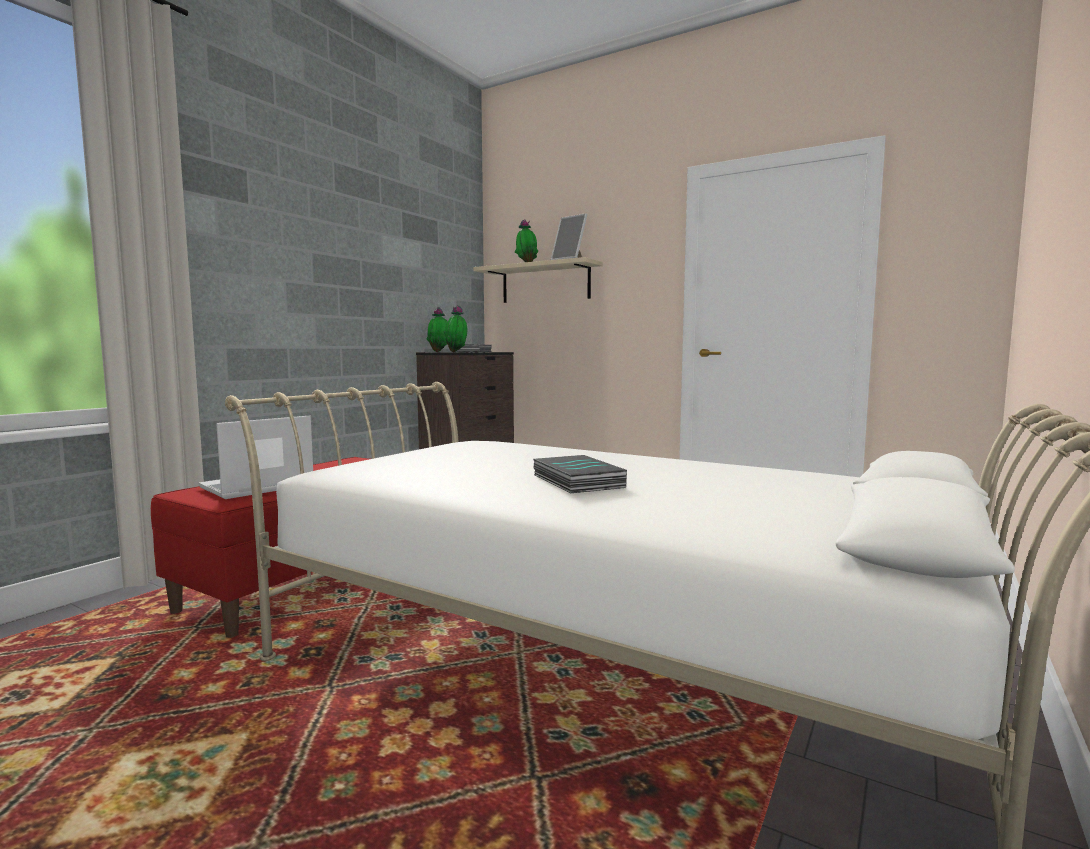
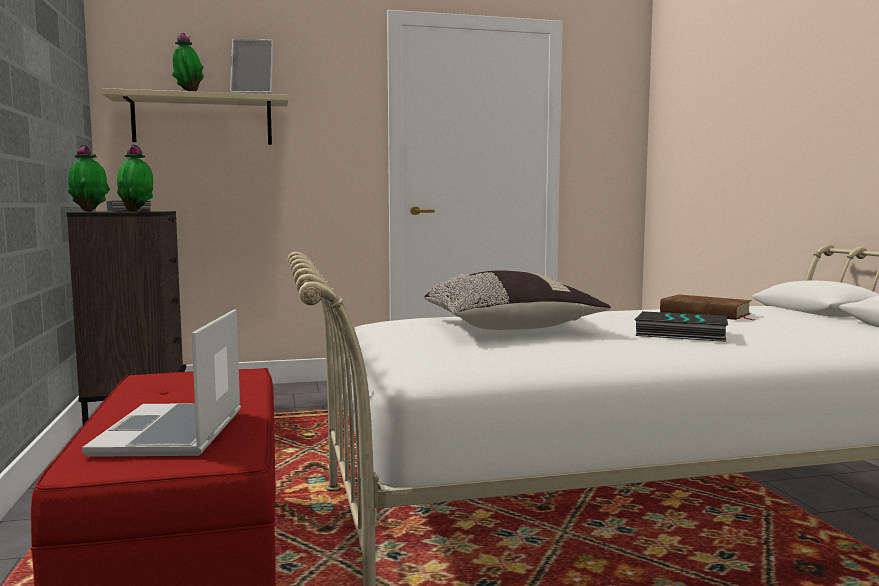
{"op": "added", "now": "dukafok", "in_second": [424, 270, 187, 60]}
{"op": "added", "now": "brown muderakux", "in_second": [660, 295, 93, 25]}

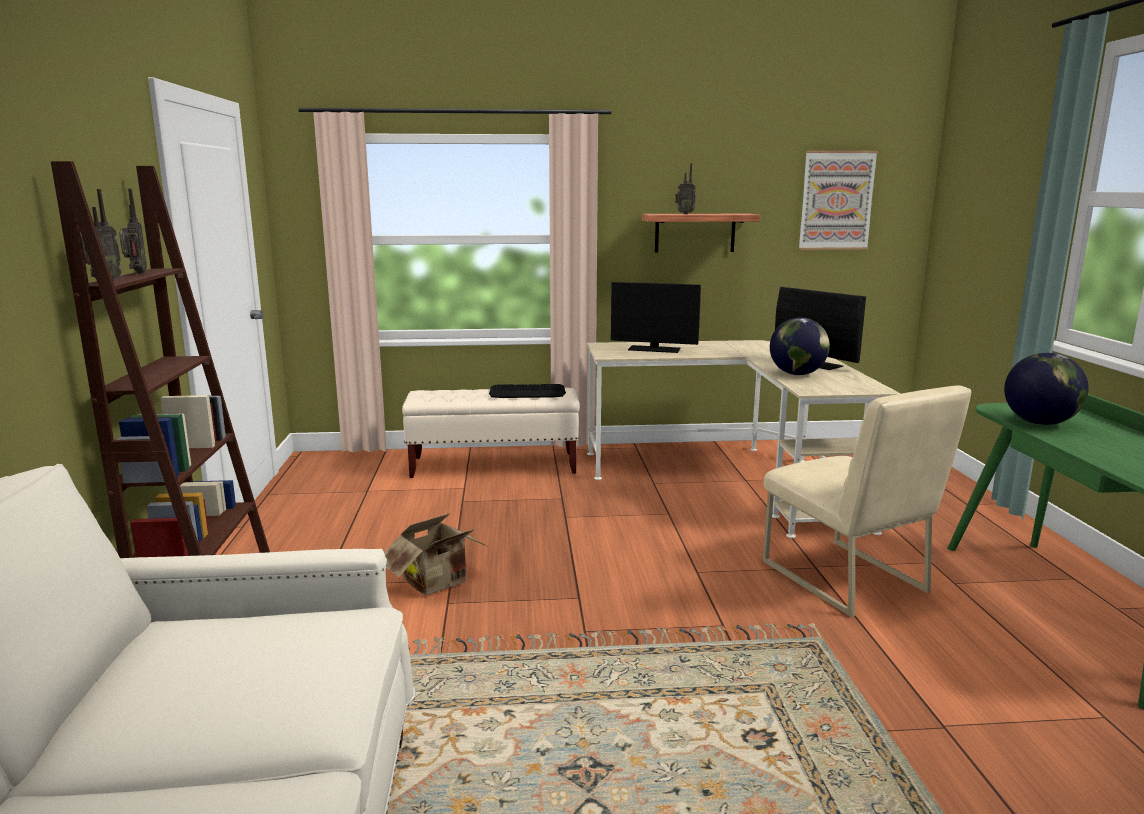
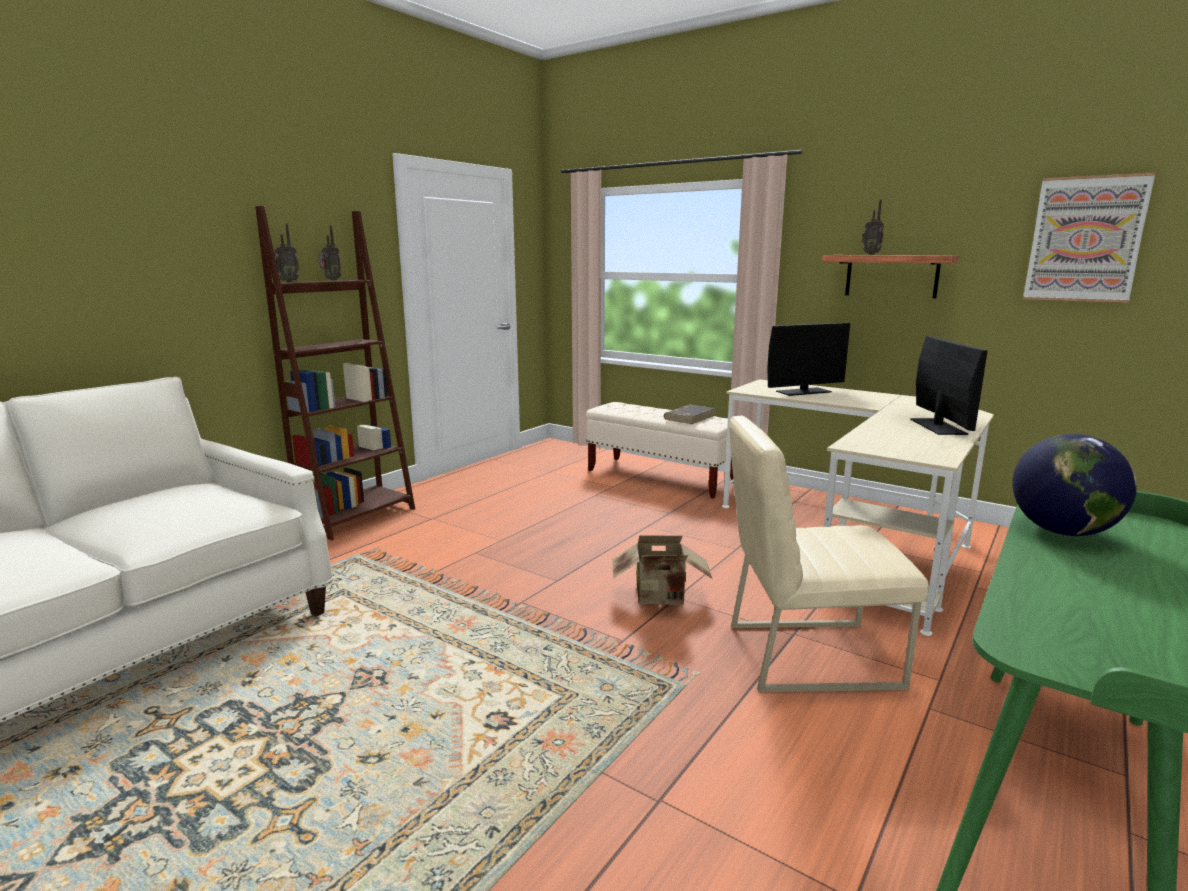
{"op": "moved", "was": "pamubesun", "in_first": [384, 514, 104, 82], "in_second": [612, 536, 100, 69]}
{"op": "replaced", "was": "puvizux", "now": "brown muderakux", "in_first": [489, 384, 77, 14], "in_second": [664, 405, 52, 19]}
{"op": "turned", "was": "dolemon", "in_first": [611, 282, 90, 71], "in_second": [767, 323, 83, 73], "clockwise": -75}
{"op": "turned", "was": "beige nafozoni", "in_first": [763, 385, 208, 232], "in_second": [729, 416, 200, 276], "clockwise": 75}
{"op": "removed", "was": "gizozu", "in_first": [770, 317, 60, 58]}

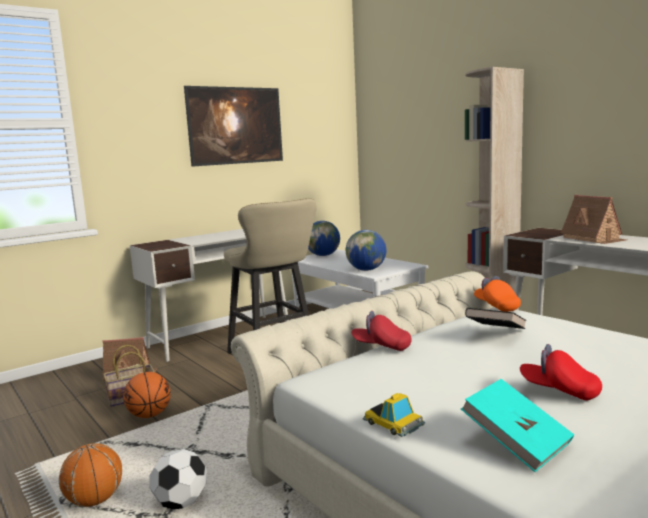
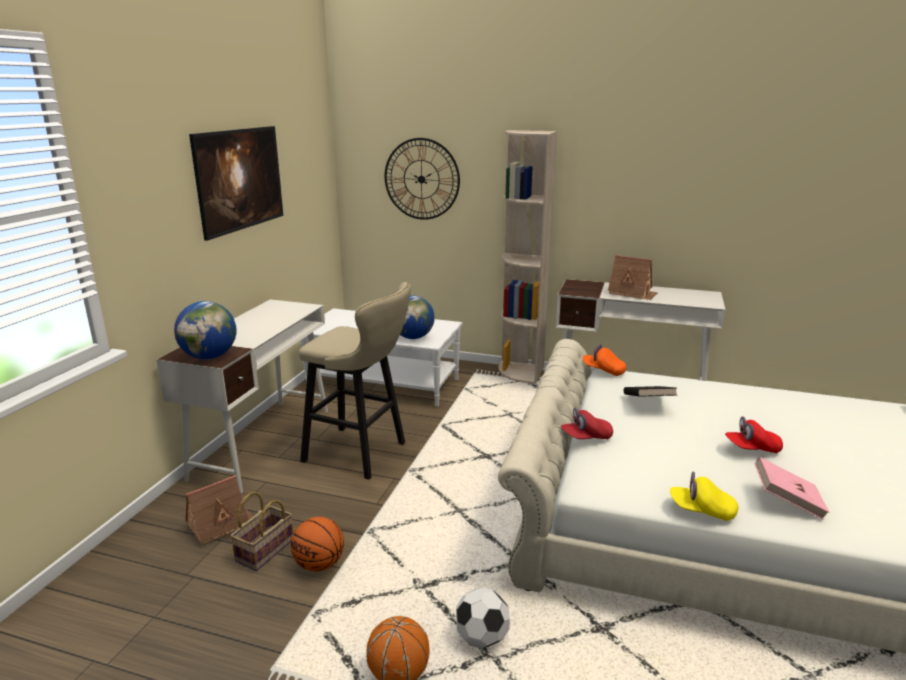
{"op": "moved", "was": "gizozu", "in_first": [308, 221, 32, 35], "in_second": [174, 301, 63, 58]}
{"op": "replaced", "was": "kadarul", "now": "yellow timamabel", "in_first": [363, 393, 62, 44], "in_second": [670, 471, 68, 50]}
{"op": "recoloured", "was": "turquoise muderakux", "now": "pink muderakux", "in_first": [461, 379, 113, 93], "in_second": [755, 457, 75, 62]}
{"op": "added", "now": "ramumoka", "in_second": [385, 138, 75, 82]}

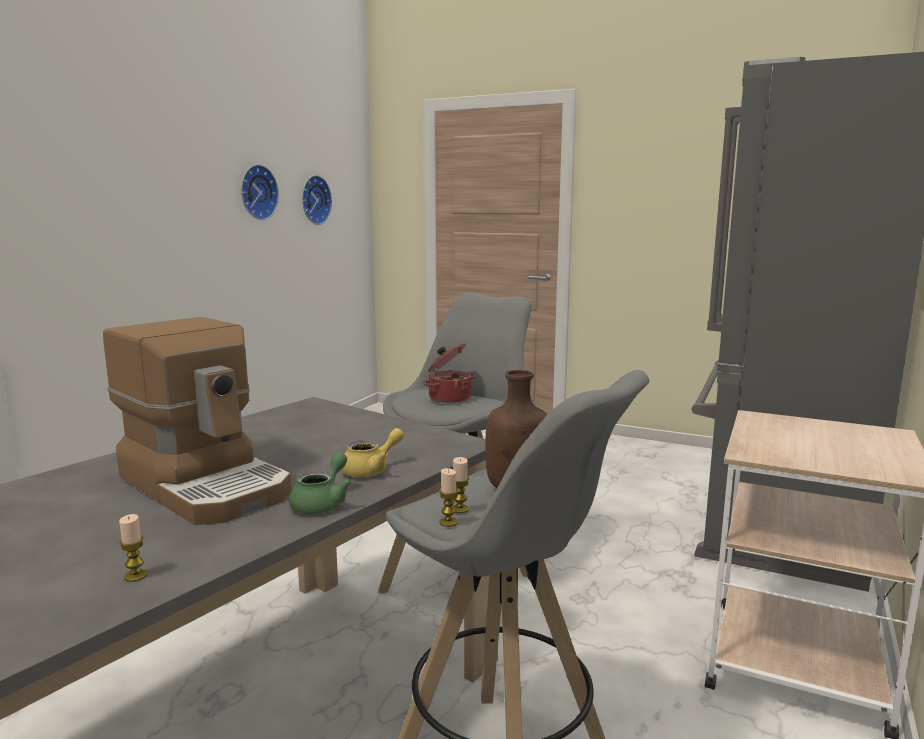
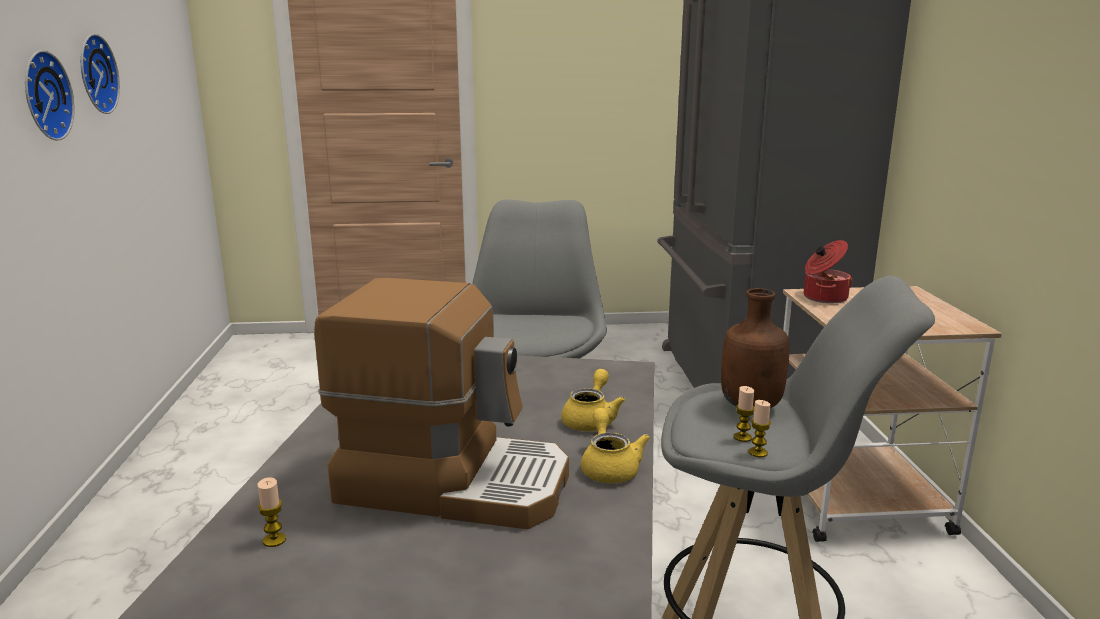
{"op": "moved", "was": "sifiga", "in_first": [119, 514, 29, 68], "in_second": [257, 477, 29, 70]}
{"op": "recoloured", "was": "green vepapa", "now": "yellow vepapa", "in_first": [289, 452, 63, 62], "in_second": [581, 408, 69, 75]}
{"op": "moved", "was": "ramumoka", "in_first": [302, 175, 30, 50], "in_second": [25, 50, 50, 90]}
{"op": "moved", "was": "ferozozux", "in_first": [423, 343, 52, 60], "in_second": [804, 240, 49, 63]}

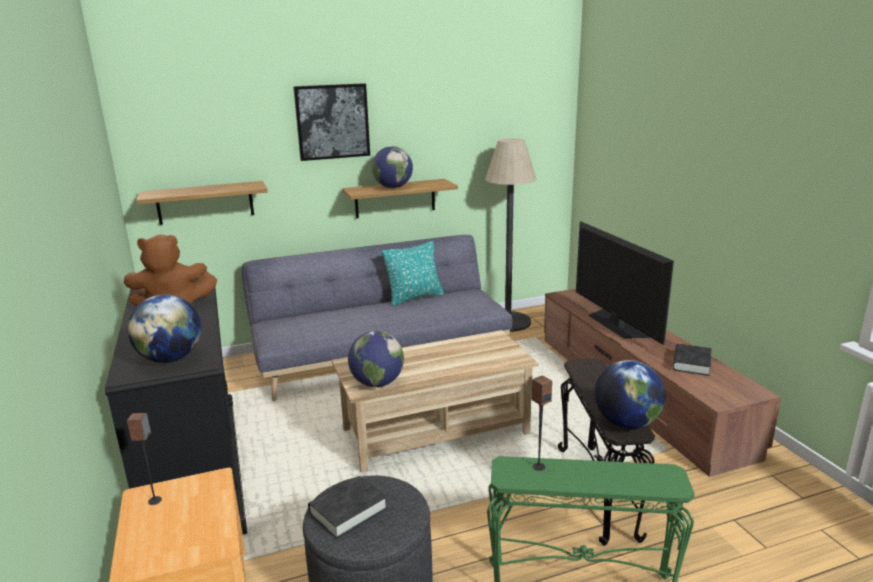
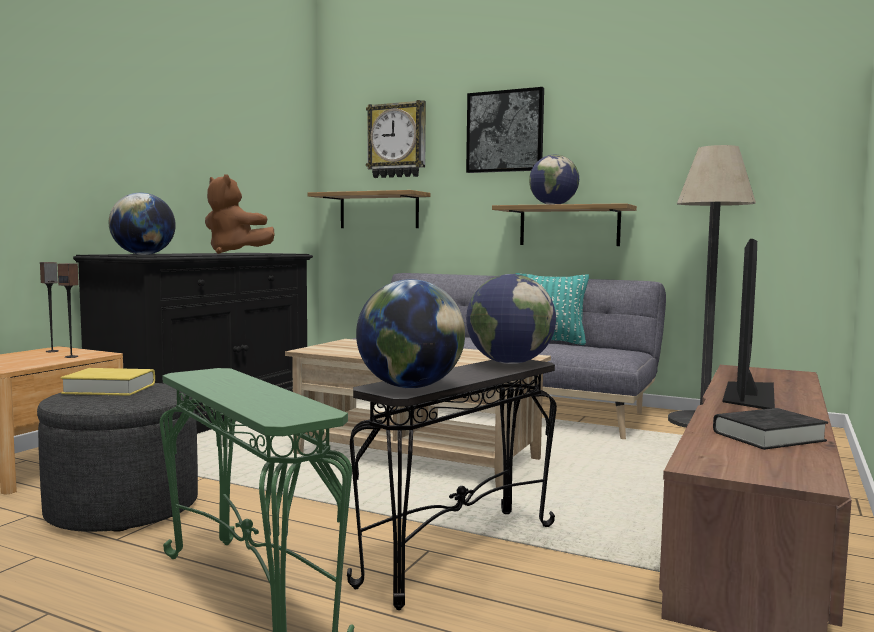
{"op": "recoloured", "was": "black muderakux", "now": "yellow muderakux", "in_first": [308, 476, 80, 63], "in_second": [60, 368, 95, 28]}
{"op": "moved", "was": "gizozu", "in_first": [348, 331, 56, 56], "in_second": [466, 274, 90, 90]}
{"op": "moved", "was": "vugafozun", "in_first": [531, 375, 21, 96], "in_second": [58, 263, 21, 95]}
{"op": "added", "now": "ramumoka", "in_second": [366, 100, 60, 78]}

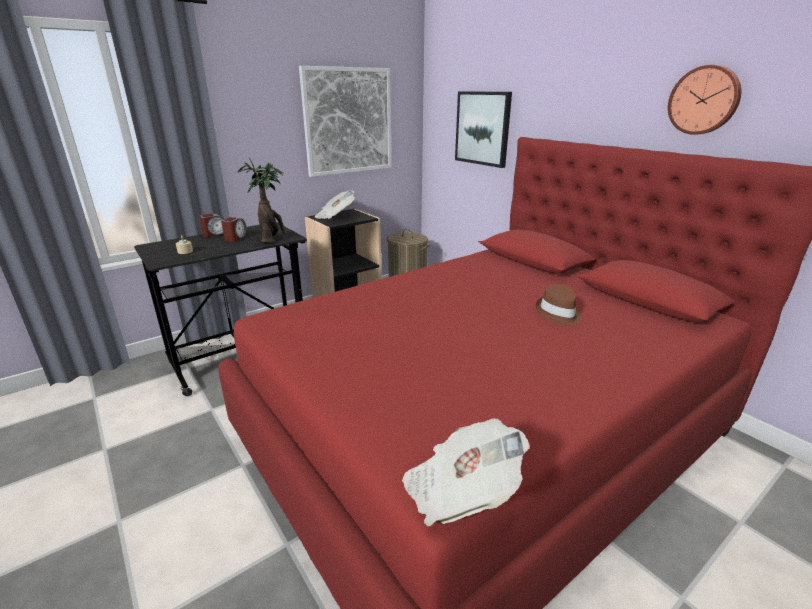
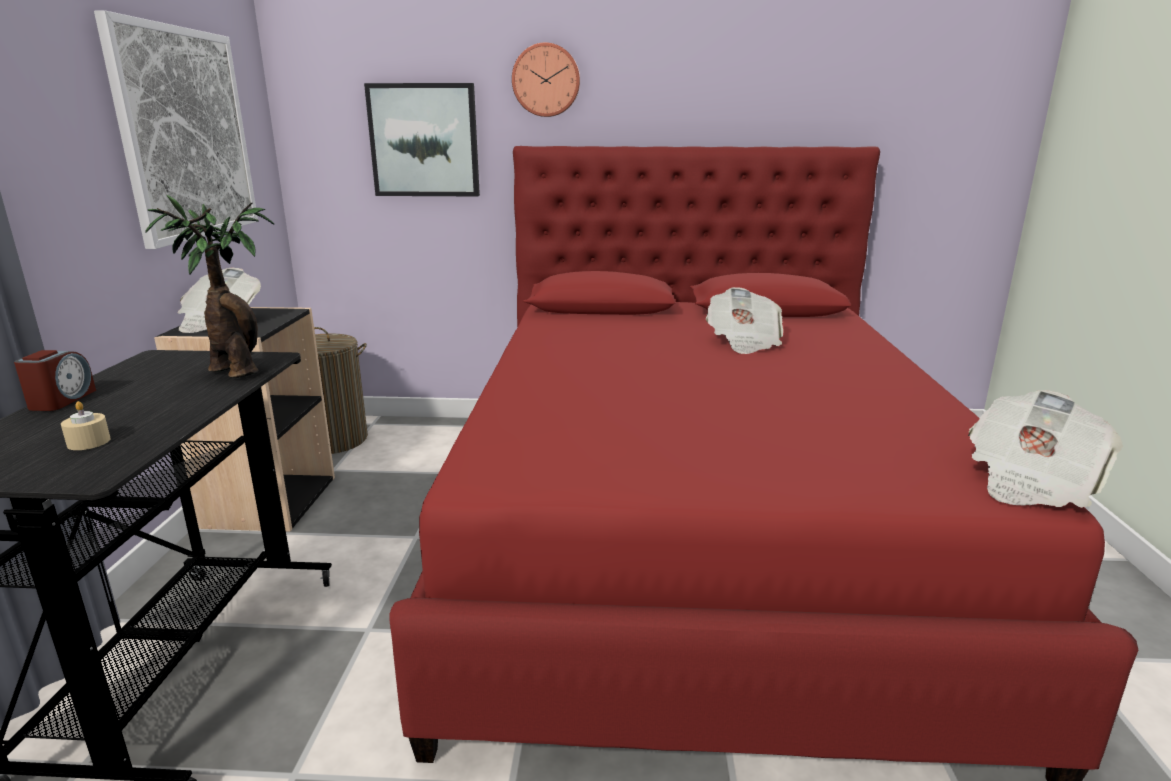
{"op": "removed", "was": "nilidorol", "in_first": [221, 217, 27, 25]}
{"op": "replaced", "was": "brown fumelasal", "now": "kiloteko", "in_first": [536, 284, 46, 41], "in_second": [706, 287, 77, 67]}
{"op": "moved", "was": "ramumoka", "in_first": [668, 65, 73, 70], "in_second": [512, 42, 68, 75]}

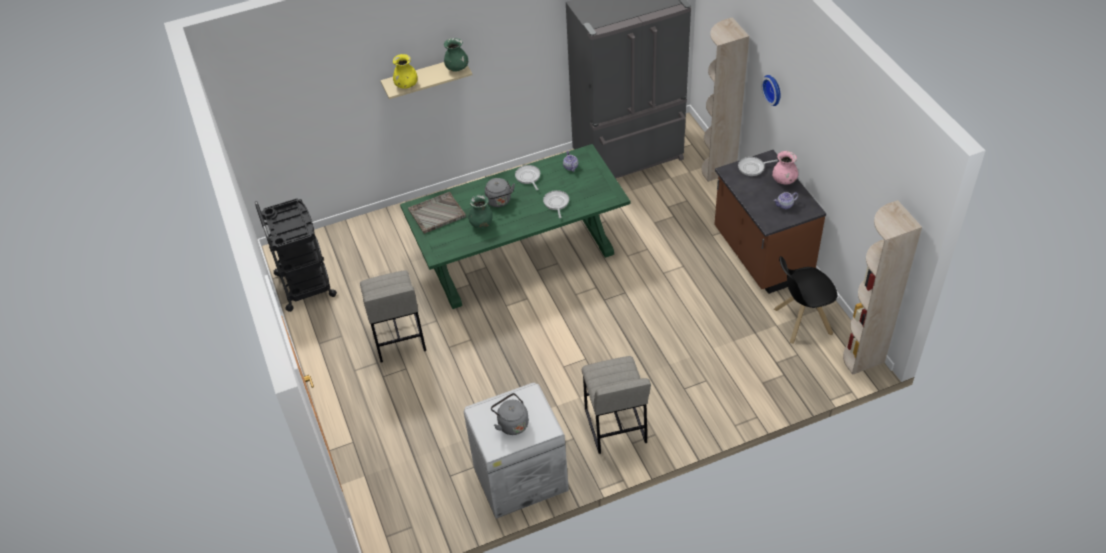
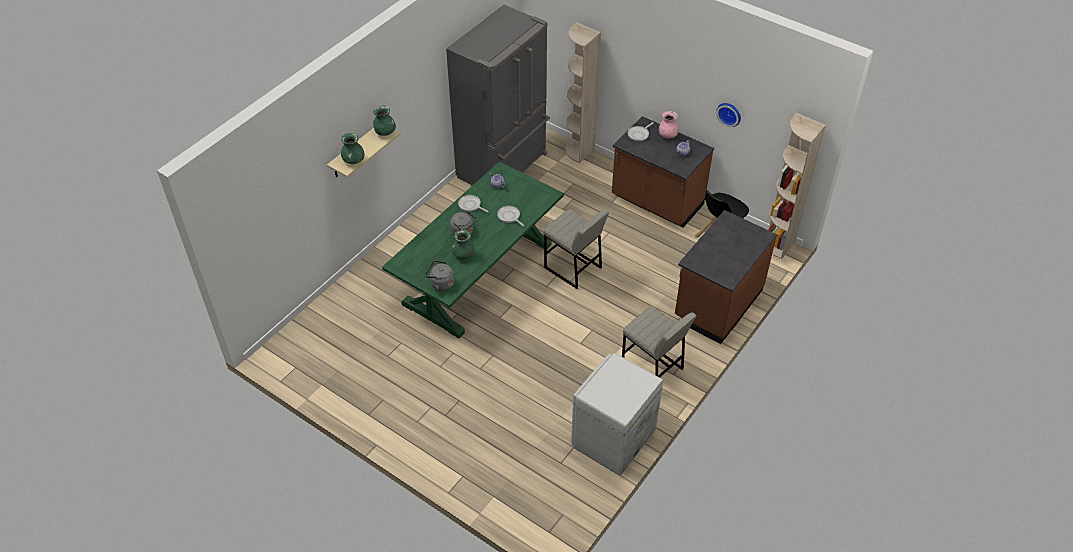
{"op": "removed", "was": "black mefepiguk", "in_first": [255, 198, 82, 114]}
{"op": "moved", "was": "grey nafozoni", "in_first": [360, 270, 66, 92], "in_second": [543, 209, 66, 80]}
{"op": "recoloured", "was": "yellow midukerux", "now": "green midukerux", "in_first": [393, 54, 25, 35], "in_second": [341, 133, 24, 31]}
{"op": "removed", "was": "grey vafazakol", "in_first": [408, 192, 58, 42]}
{"op": "moved", "was": "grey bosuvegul", "in_first": [491, 393, 38, 42], "in_second": [425, 261, 29, 30]}
{"op": "moved", "was": "ramumoka", "in_first": [761, 75, 20, 31], "in_second": [716, 103, 25, 24]}
{"op": "added", "now": "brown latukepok", "in_second": [675, 210, 102, 134]}

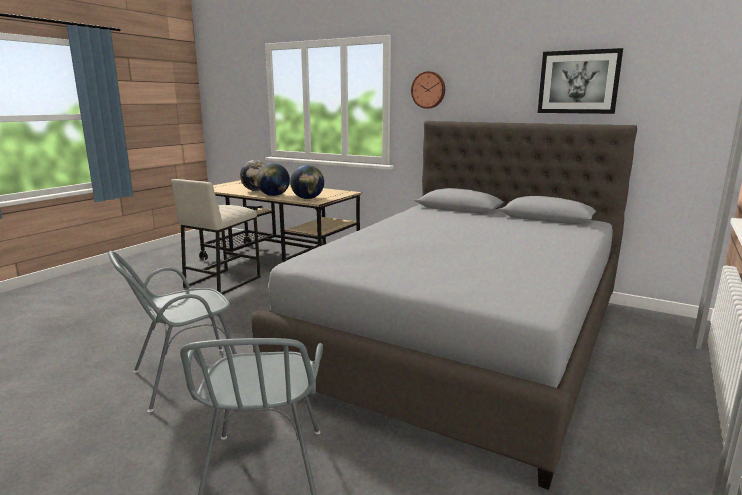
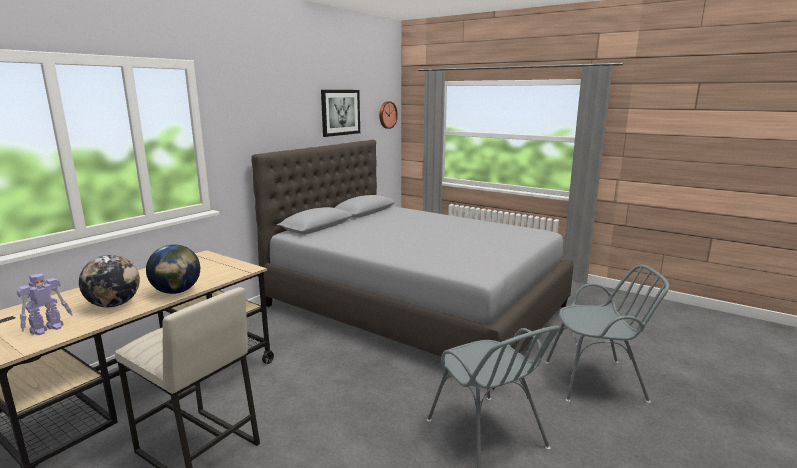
{"op": "removed", "was": "gizozu", "in_first": [290, 165, 34, 34]}
{"op": "moved", "was": "ramumoka", "in_first": [411, 71, 34, 38], "in_second": [379, 101, 19, 28]}
{"op": "added", "now": "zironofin", "in_second": [17, 273, 56, 62]}

